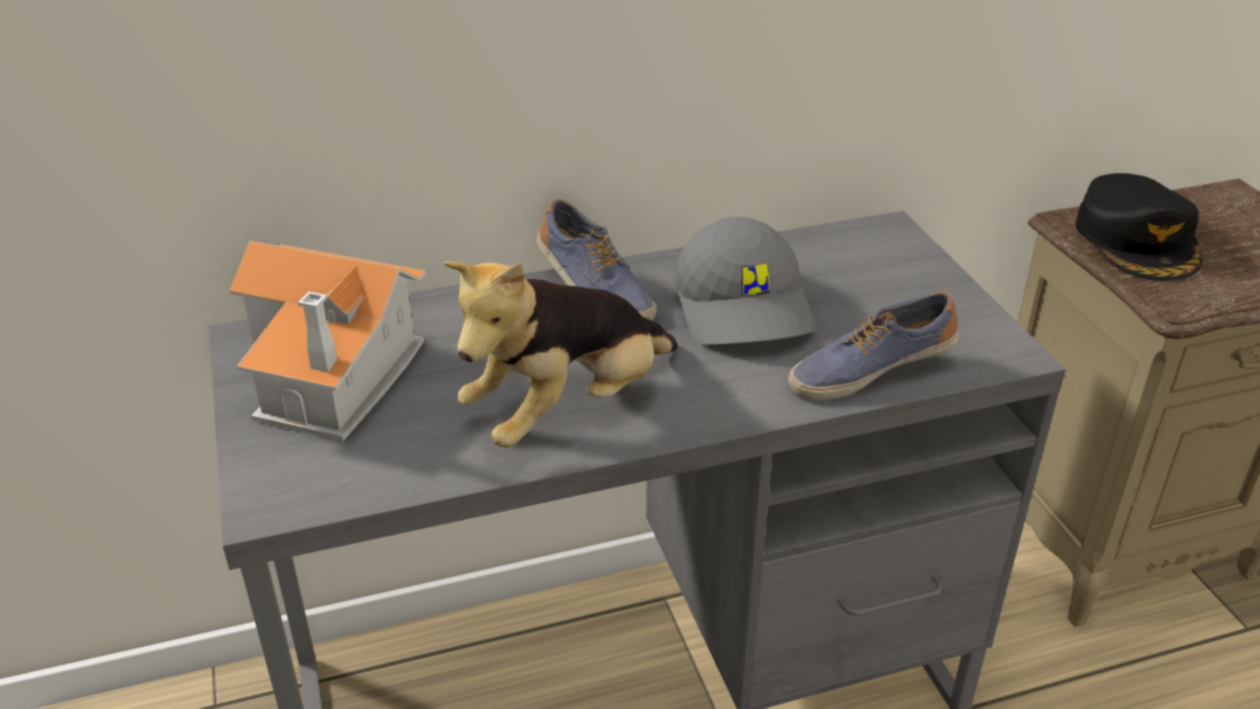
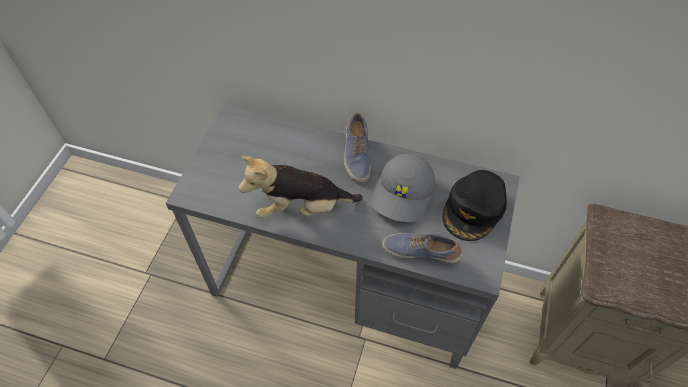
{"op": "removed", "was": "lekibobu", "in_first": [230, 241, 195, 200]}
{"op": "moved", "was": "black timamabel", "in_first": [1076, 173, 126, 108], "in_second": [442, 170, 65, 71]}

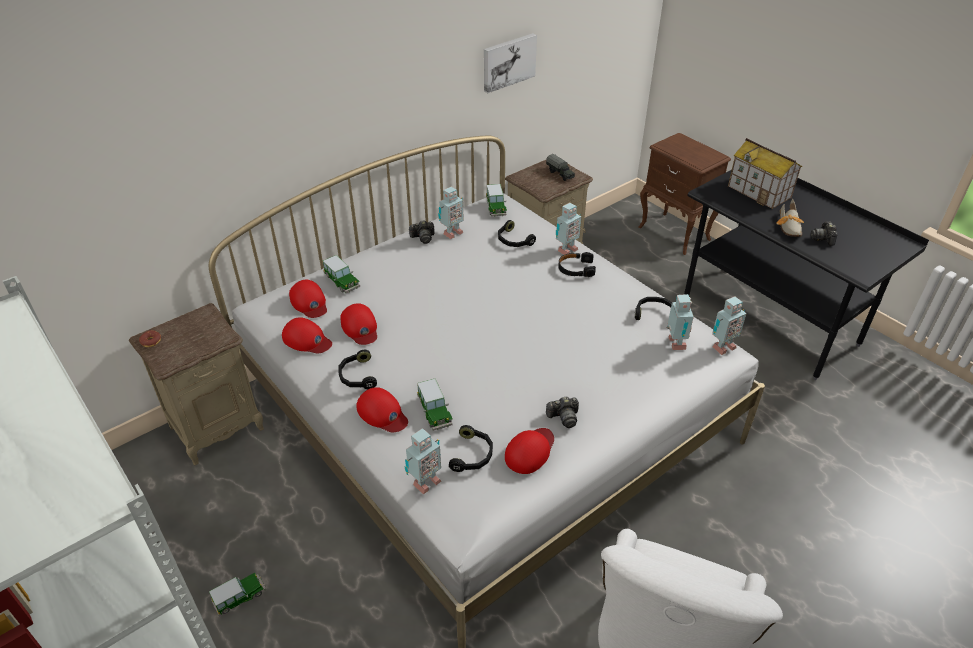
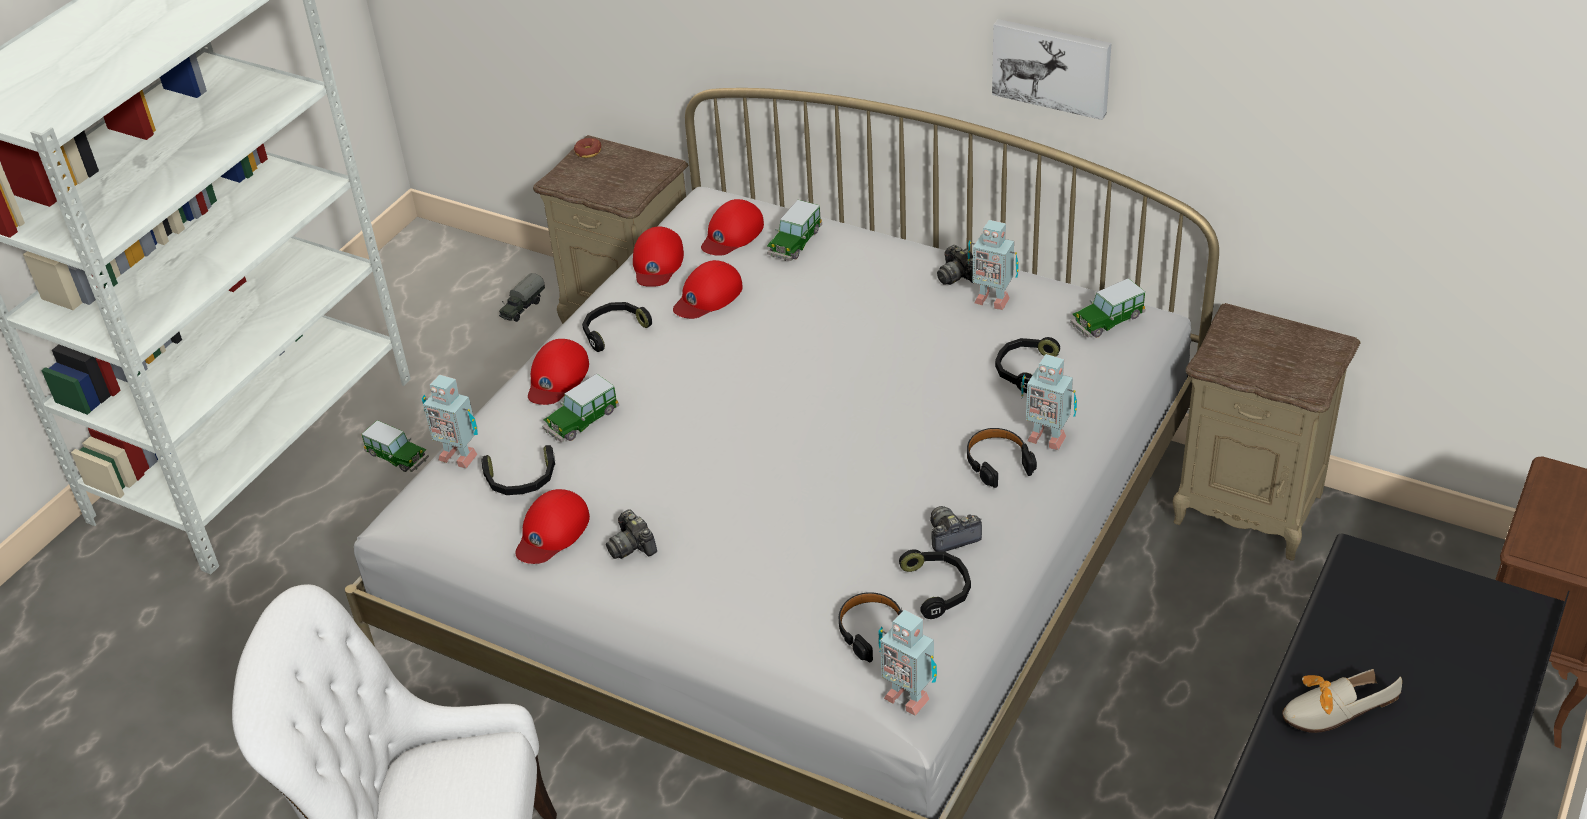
{"op": "moved", "was": "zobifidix", "in_first": [484, 33, 53, 60], "in_second": [992, 19, 119, 101]}
{"op": "turned", "was": "red timamabel", "in_first": [505, 428, 49, 46], "in_second": [515, 489, 75, 75], "clockwise": 105}
{"op": "moved", "was": "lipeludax", "in_first": [546, 154, 29, 27], "in_second": [499, 273, 46, 49]}
{"op": "replaced", "was": "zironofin", "now": "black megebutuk", "in_first": [667, 294, 27, 56], "in_second": [839, 592, 64, 70]}
{"op": "removed", "was": "lekibobu", "in_first": [728, 138, 75, 71]}
{"op": "moved", "was": "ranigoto", "in_first": [811, 221, 26, 25], "in_second": [930, 506, 52, 46]}

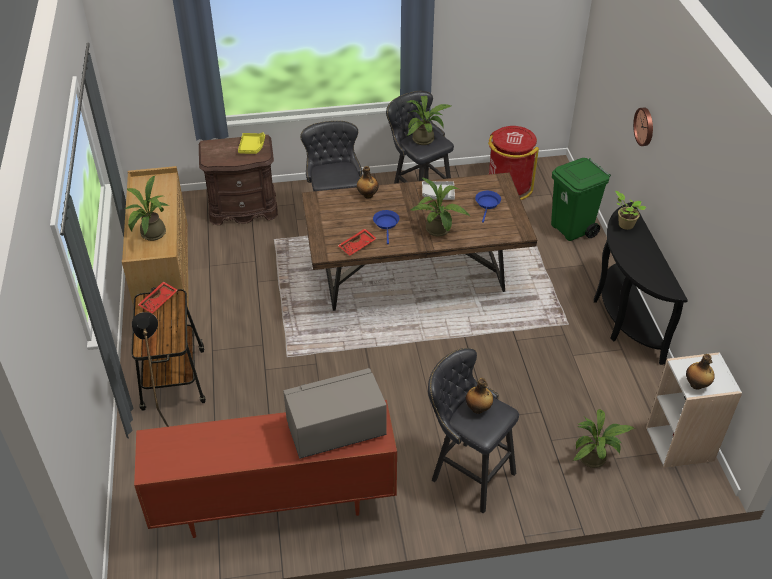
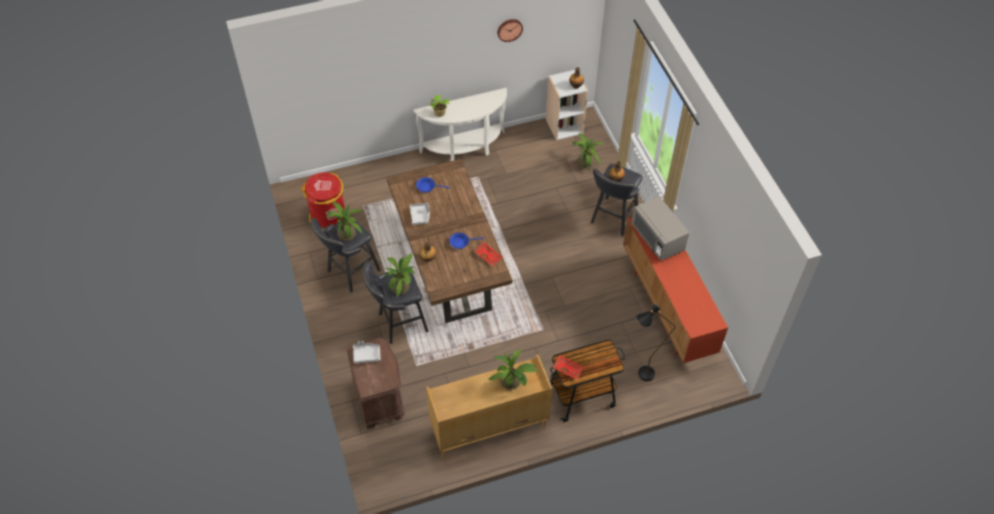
{"op": "recoloured", "was": "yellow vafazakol", "now": "grey vafazakol", "in_first": [238, 132, 27, 22], "in_second": [353, 341, 28, 22]}
{"op": "moved", "was": "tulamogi", "in_first": [410, 177, 60, 60], "in_second": [383, 254, 32, 43]}
{"op": "removed", "was": "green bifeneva", "in_first": [551, 158, 60, 83]}
{"op": "recoloured", "was": "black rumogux", "now": "white rumogux", "in_first": [594, 202, 94, 163], "in_second": [414, 88, 93, 73]}
{"op": "moved", "was": "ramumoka", "in_first": [633, 108, 20, 38], "in_second": [497, 19, 26, 23]}

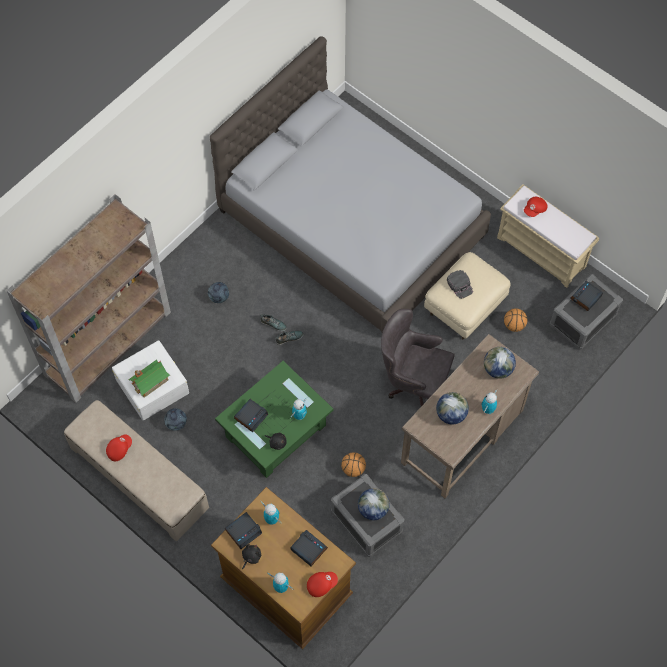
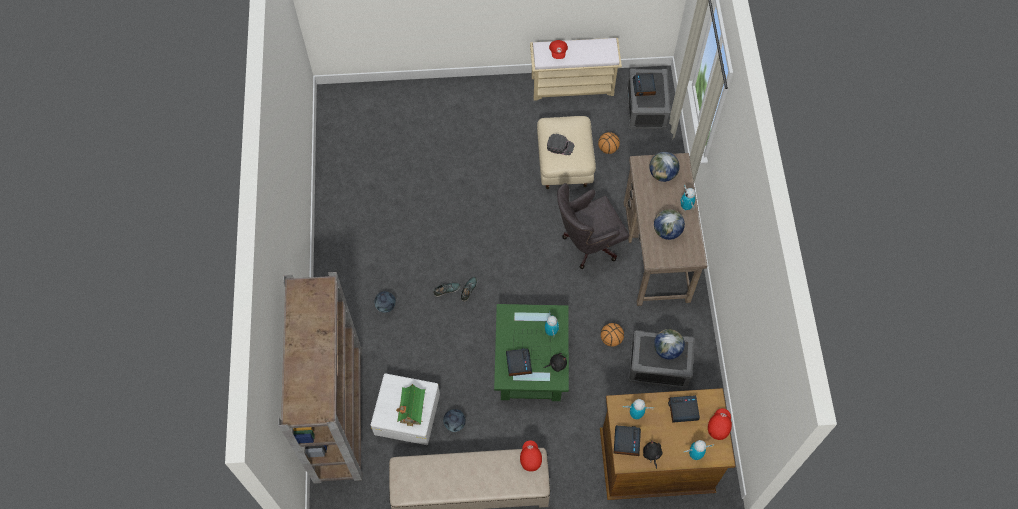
{"op": "moved", "was": "red timamabel", "in_first": [106, 435, 26, 26], "in_second": [520, 440, 22, 32]}
{"op": "removed", "was": "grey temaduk", "in_first": [210, 37, 281, 295]}

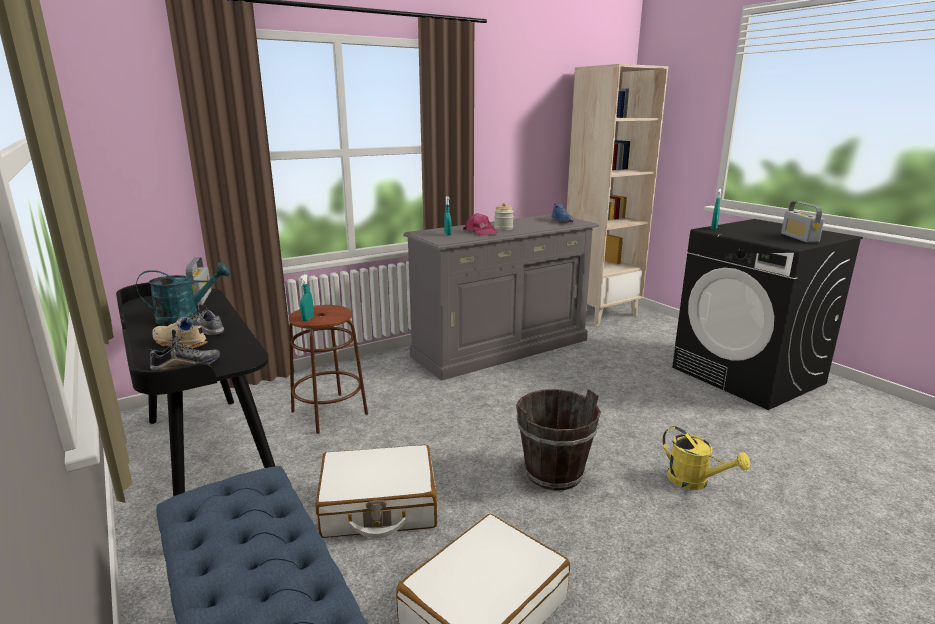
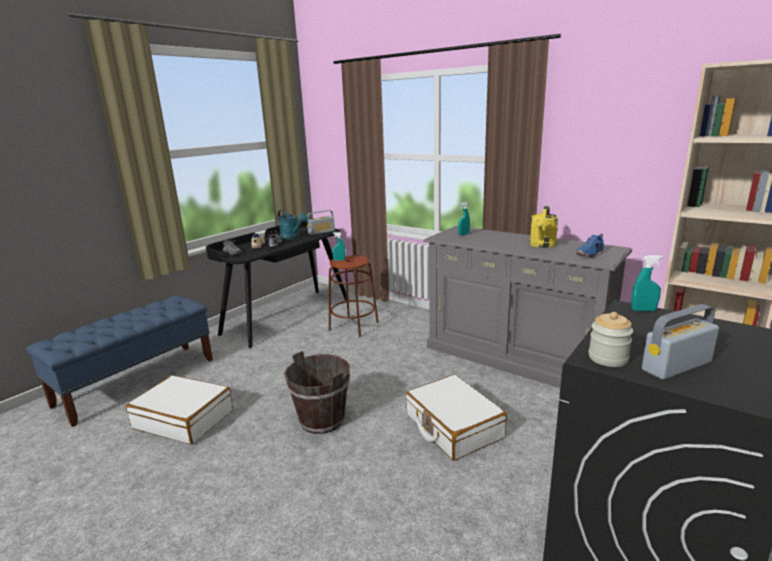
{"op": "moved", "was": "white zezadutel", "in_first": [316, 445, 121, 93], "in_second": [406, 374, 101, 87]}
{"op": "removed", "was": "pink timamabel", "in_first": [463, 213, 34, 23]}
{"op": "moved", "was": "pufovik", "in_first": [494, 203, 20, 27], "in_second": [589, 312, 44, 55]}
{"op": "moved", "was": "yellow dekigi", "in_first": [662, 426, 88, 64], "in_second": [530, 206, 28, 42]}

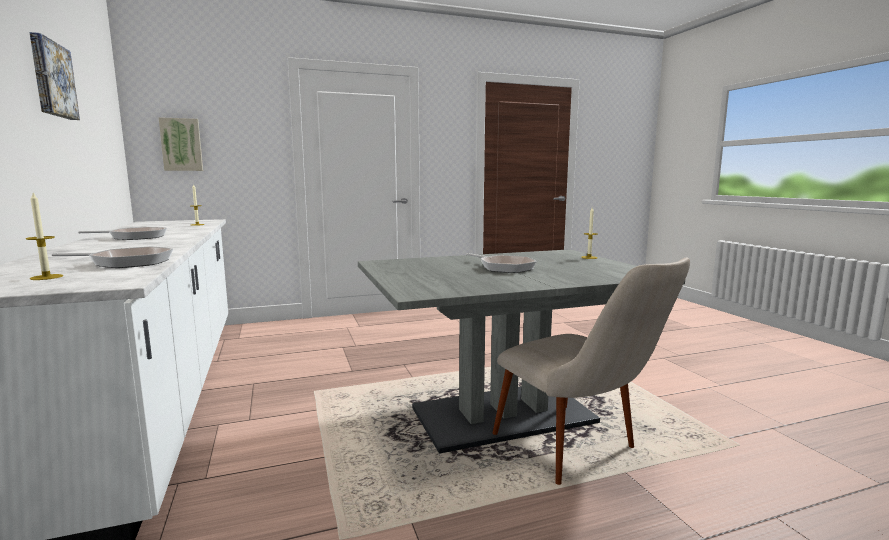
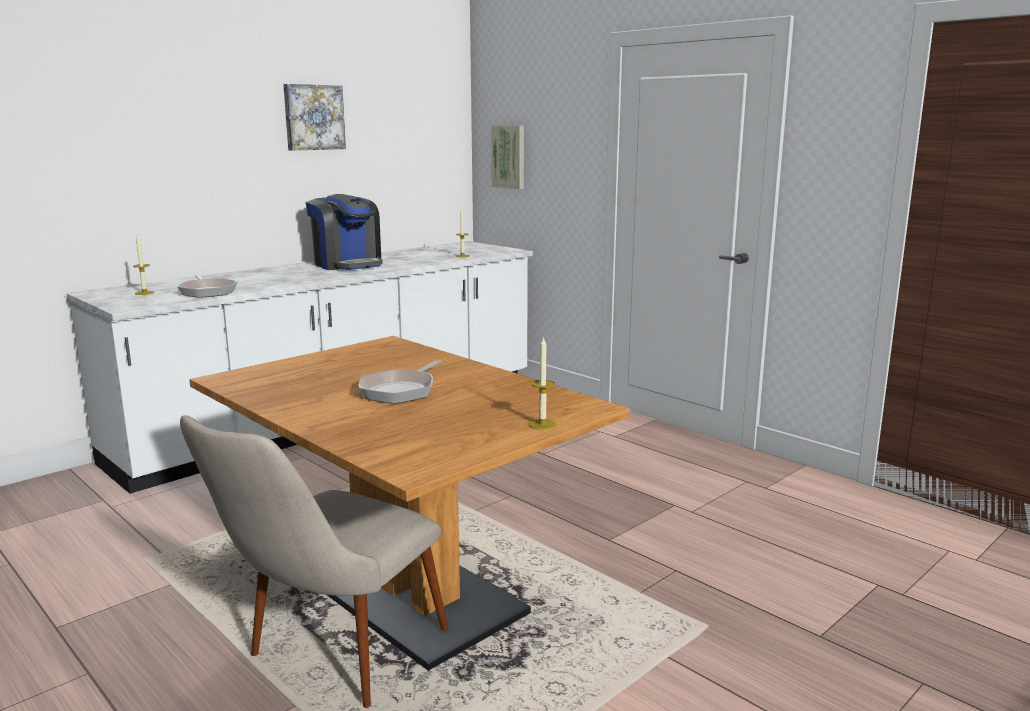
{"op": "replaced", "was": "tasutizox", "now": "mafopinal", "in_first": [78, 227, 89, 13], "in_second": [305, 194, 78, 76]}
{"op": "recoloured", "was": "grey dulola", "now": "brown dulola", "in_first": [358, 249, 327, 205], "in_second": [189, 336, 441, 335]}

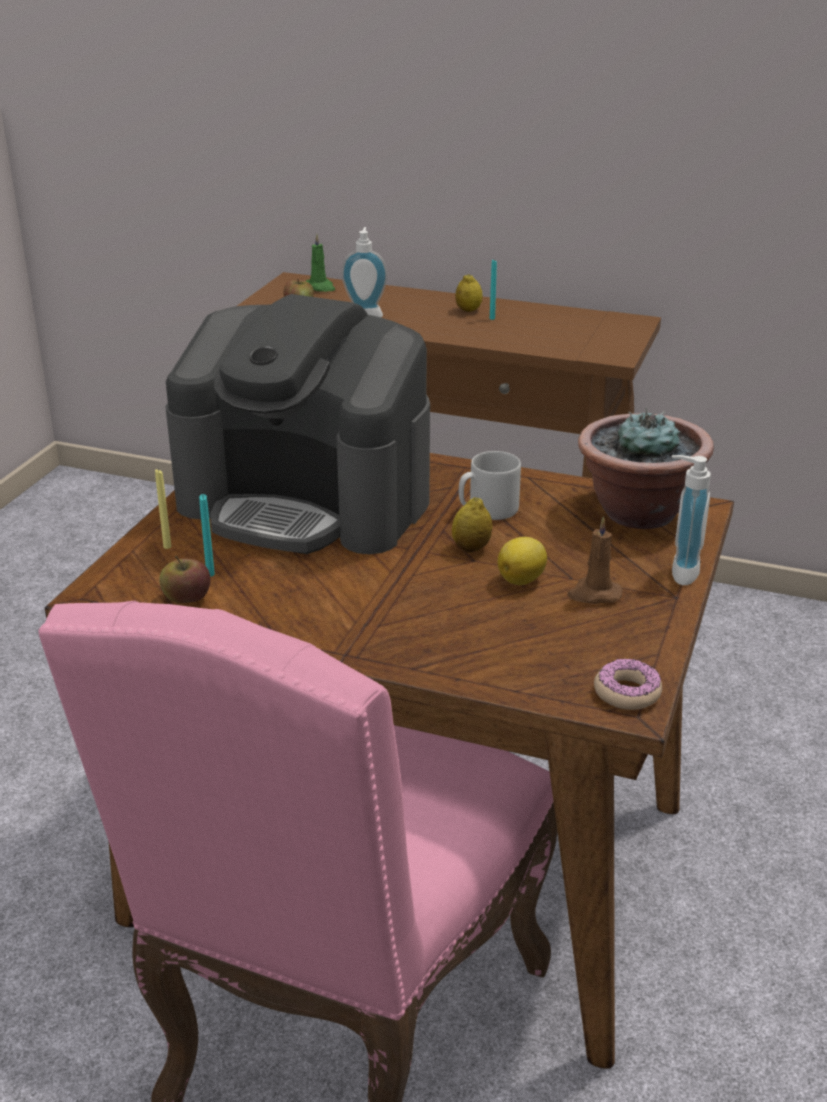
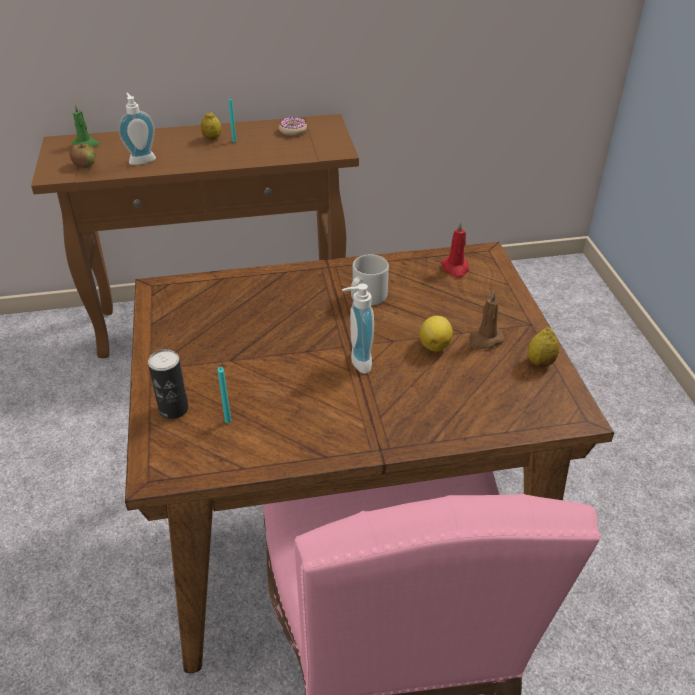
{"op": "replaced", "was": "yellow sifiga", "now": "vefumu", "in_first": [155, 469, 16, 80], "in_second": [148, 349, 41, 70]}
{"op": "removed", "was": "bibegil", "in_first": [160, 556, 51, 47]}
{"op": "removed", "was": "mafopinal", "in_first": [165, 294, 265, 260]}
{"op": "moved", "was": "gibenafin", "in_first": [452, 497, 40, 55], "in_second": [528, 328, 31, 40]}
{"op": "replaced", "was": "tulamogi", "now": "red sifiga", "in_first": [578, 408, 136, 121], "in_second": [441, 221, 28, 57]}
{"op": "moved", "was": "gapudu", "in_first": [594, 658, 68, 52], "in_second": [279, 117, 28, 19]}
{"op": "moved", "was": "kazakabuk", "in_first": [672, 455, 39, 130], "in_second": [342, 284, 32, 89]}

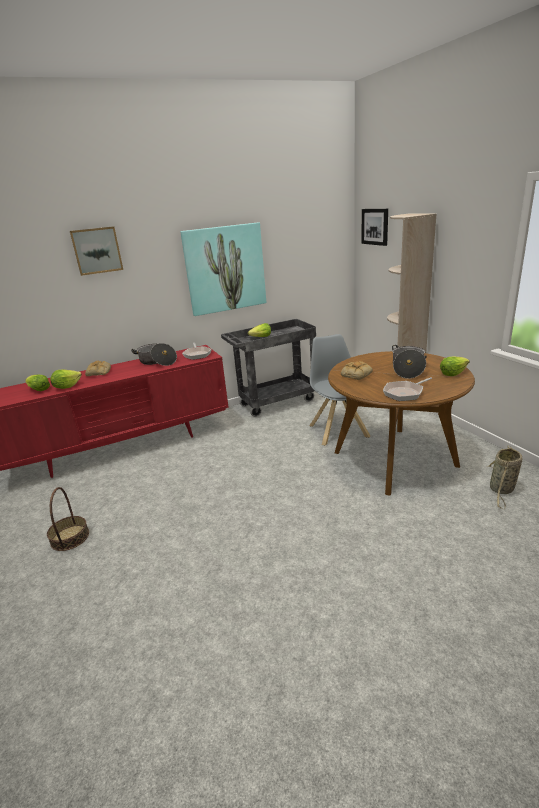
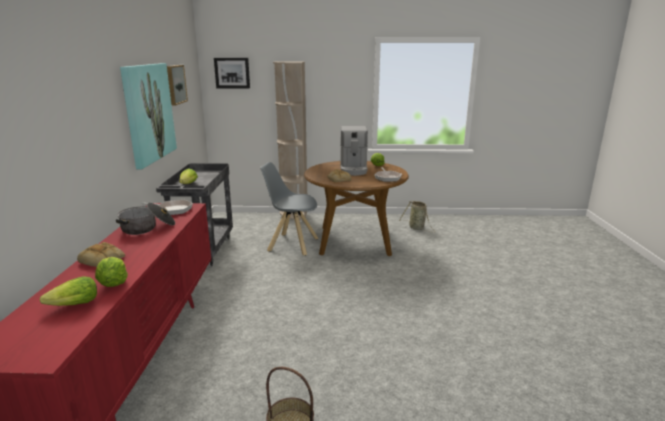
{"op": "moved", "was": "zobifidix", "in_first": [70, 226, 53, 50], "in_second": [167, 65, 21, 41]}
{"op": "replaced", "was": "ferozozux", "now": "mafopinal", "in_first": [392, 345, 35, 34], "in_second": [340, 126, 28, 50]}

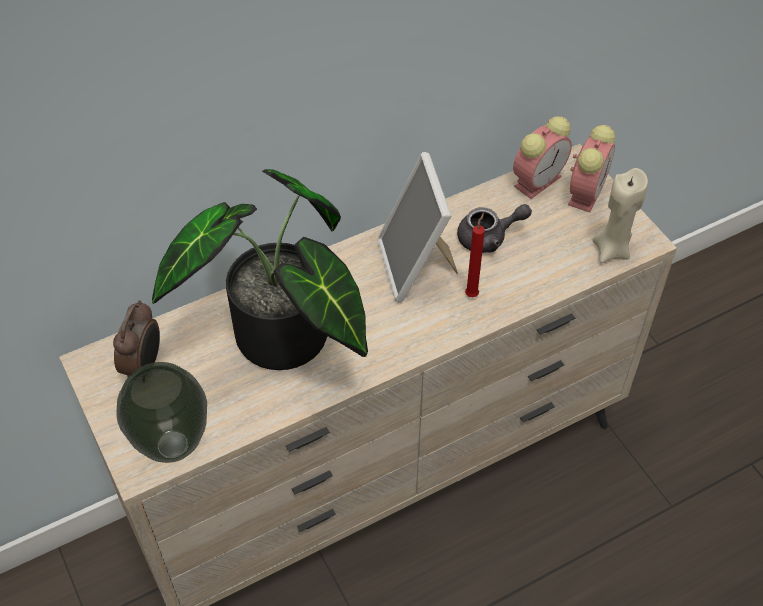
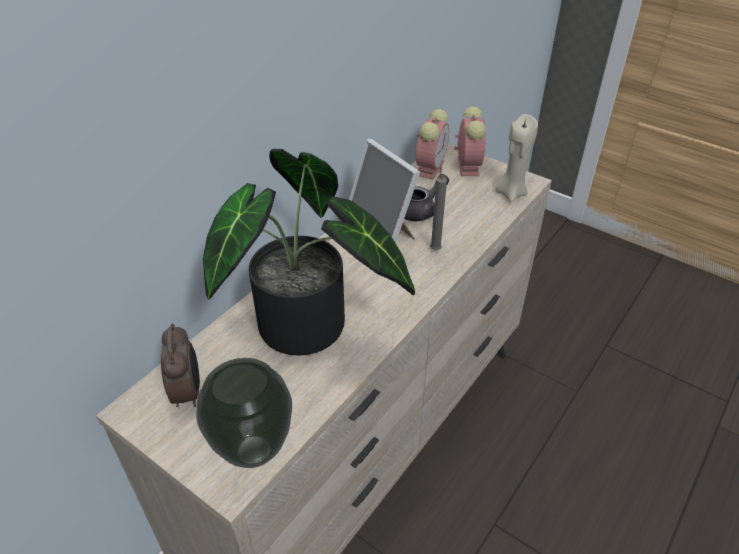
{"op": "recoloured", "was": "red sifiga", "now": "grey sifiga", "in_first": [465, 213, 20, 84], "in_second": [430, 165, 17, 85]}

